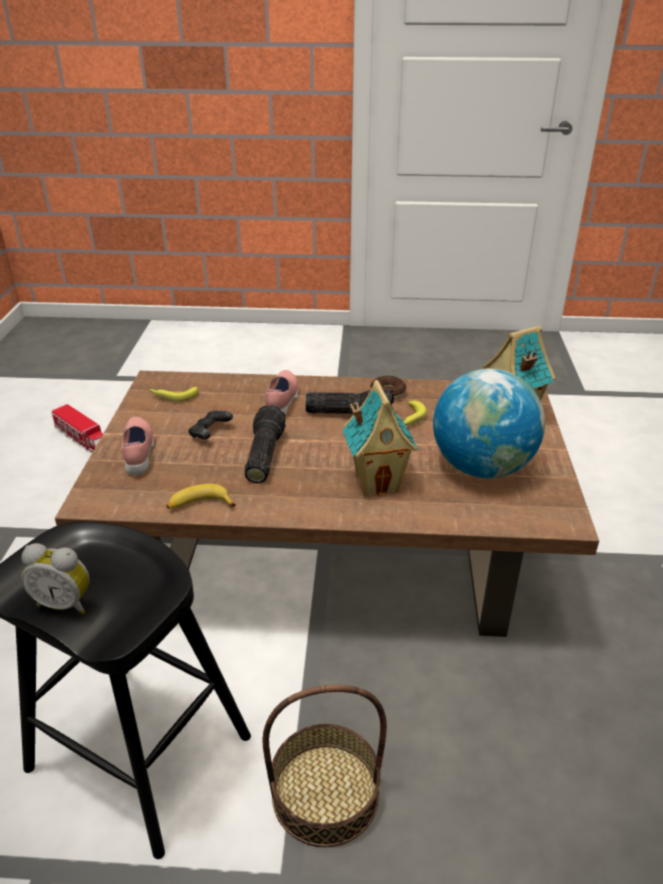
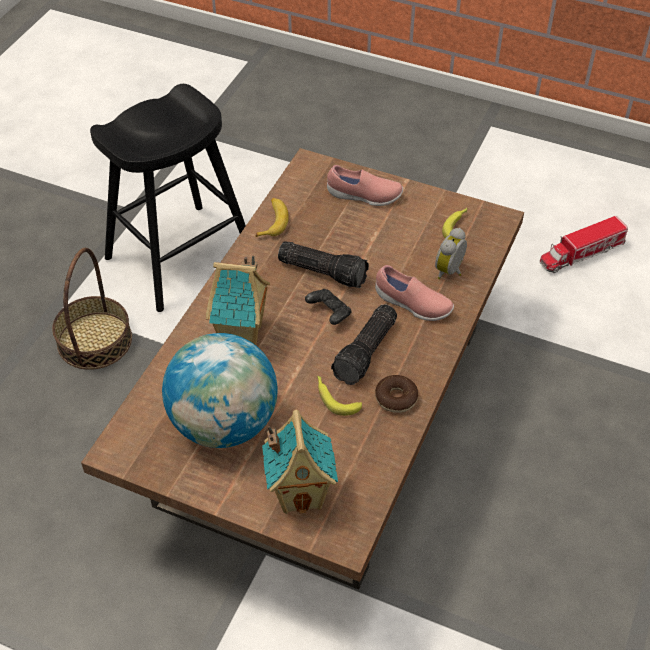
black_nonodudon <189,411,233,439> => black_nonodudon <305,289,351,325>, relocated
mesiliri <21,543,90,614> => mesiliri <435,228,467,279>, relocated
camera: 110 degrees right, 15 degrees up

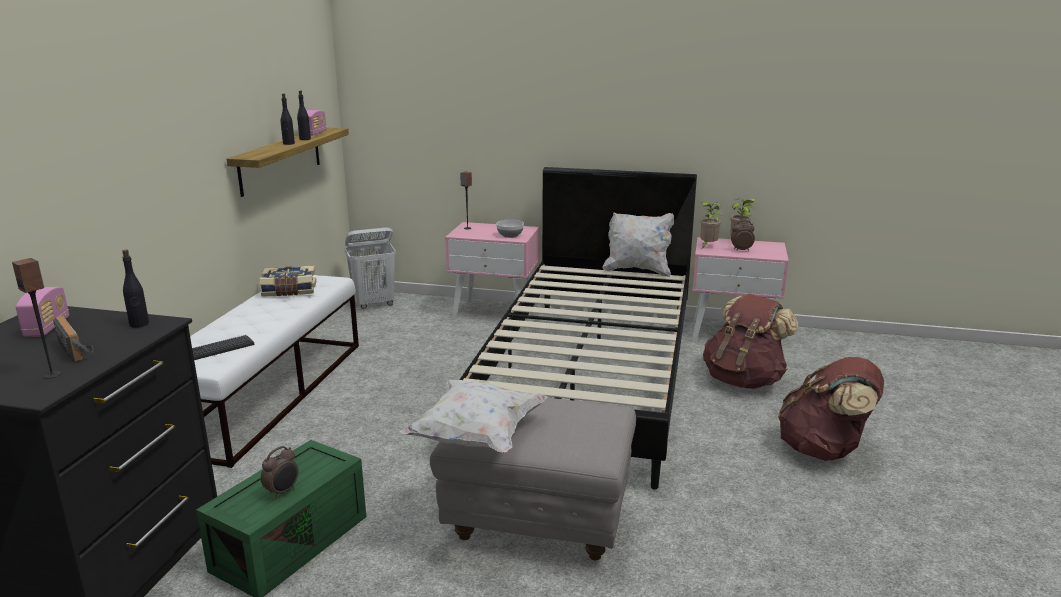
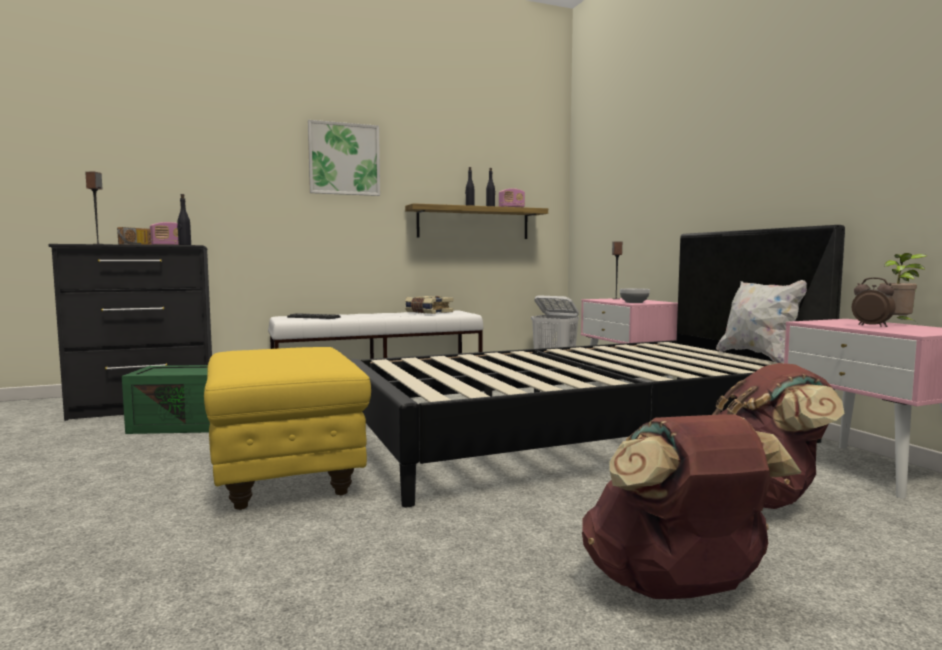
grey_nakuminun <430,398,636,560> => yellow_nakuminun <204,347,371,510>
nothing => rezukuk <308,120,380,196>
mesiliri <261,446,299,499> => nothing
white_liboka <400,380,548,453> => nothing
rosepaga <700,201,722,248> => nothing
camera: 55 degrees right, 15 degrees down

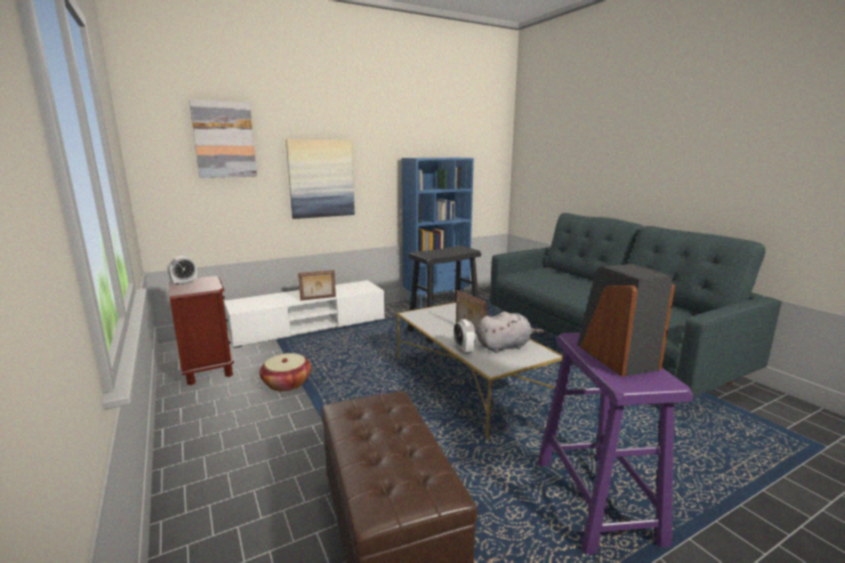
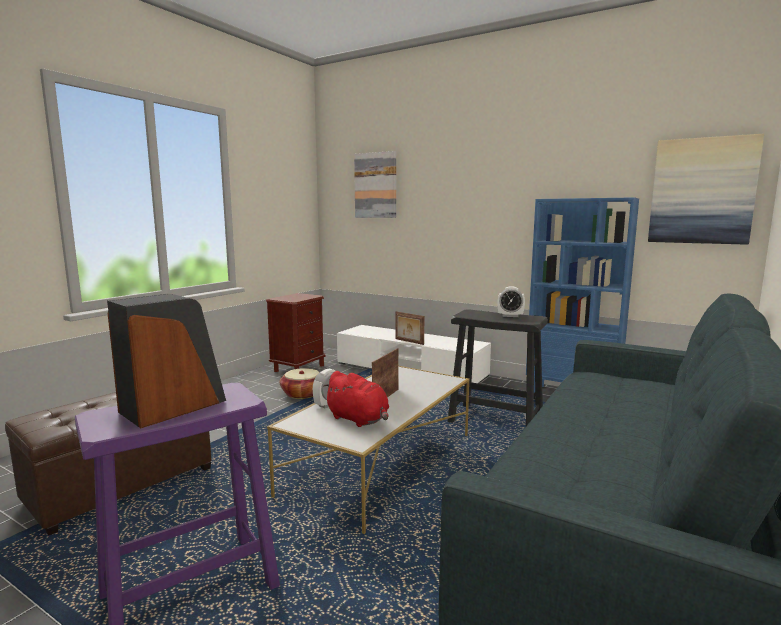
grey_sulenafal <477,312,544,353> => red_sulenafal <323,371,389,427>
mesiliri <168,256,197,285> => mesiliri <497,286,525,317>, relocated
rezukuk <286,139,355,219> => rezukuk <648,134,764,245>, relocated
camera: 60 degrees right, 5 degrees down

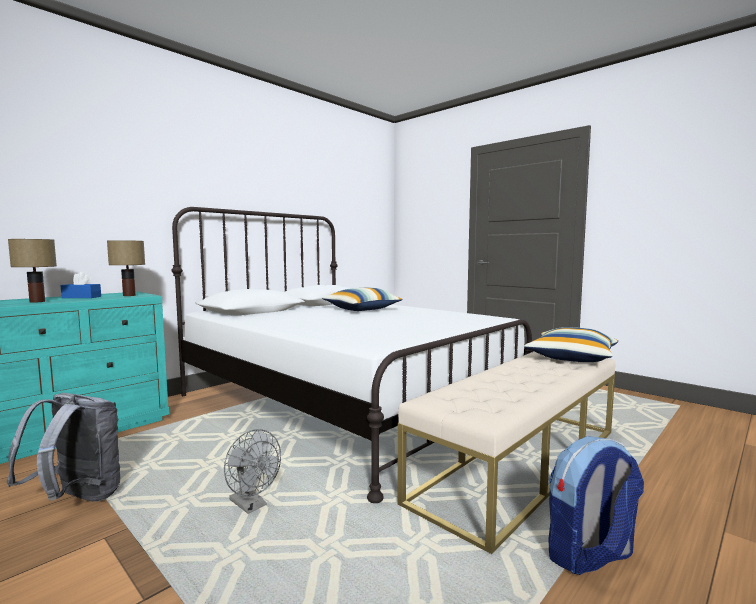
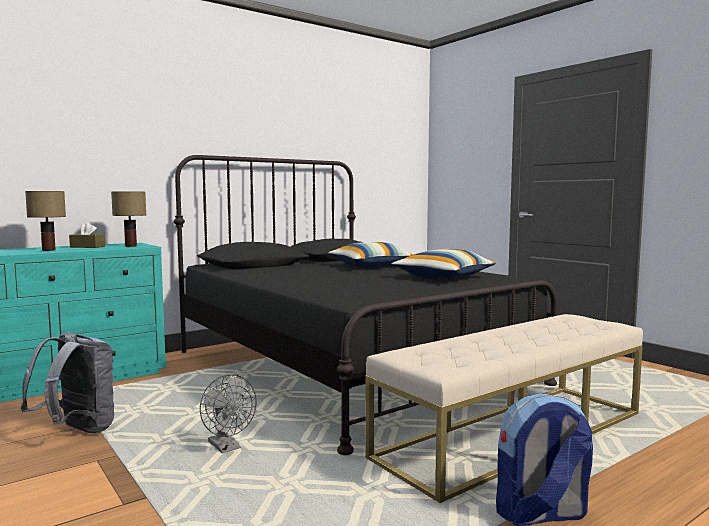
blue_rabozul <60,272,101,298> => brown_rabozul <69,222,105,248>
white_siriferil <171,207,533,503> => black_siriferil <174,155,557,455>
liboka <524,327,618,362> => liboka <391,249,496,280>, relocated
camera: 10 degrees right, 0 degrees up

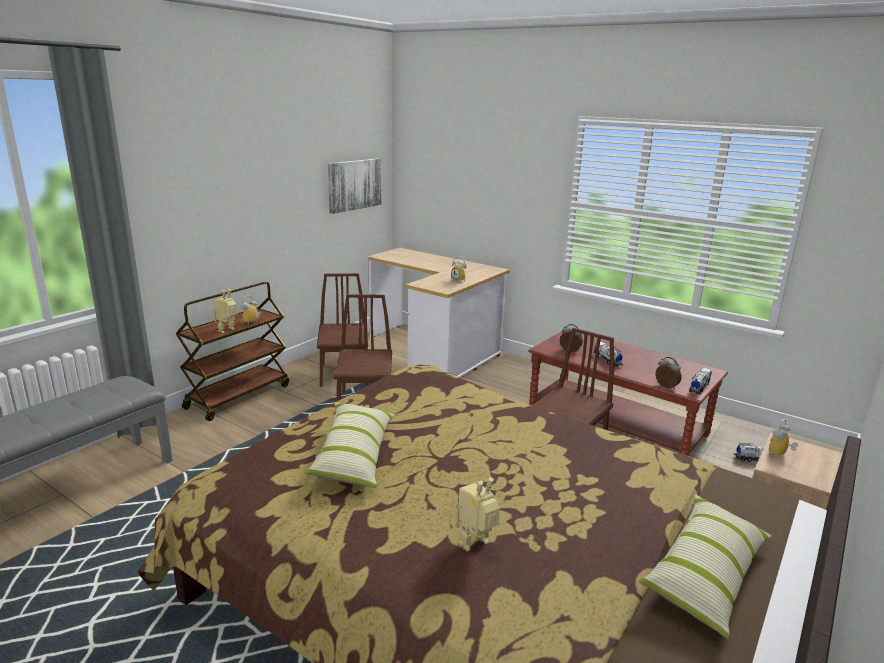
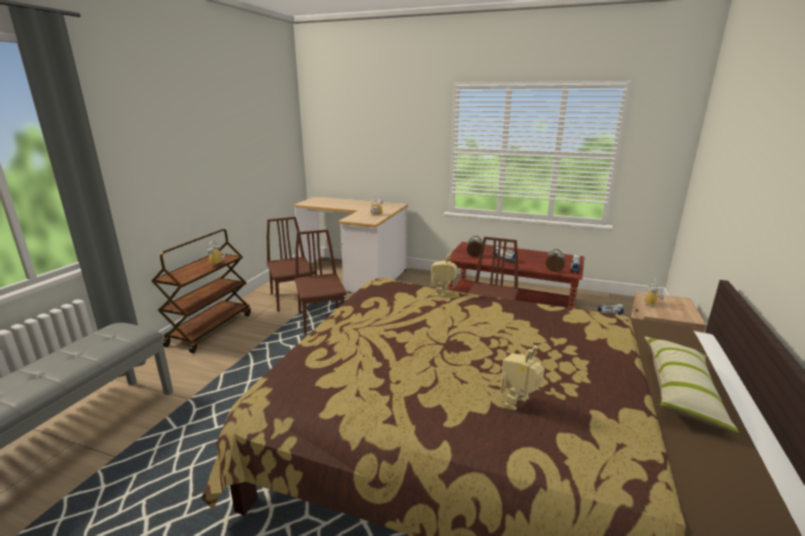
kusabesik <213,289,237,333> => kusabesik <431,252,457,297>, relocated
liboka <305,402,394,488> => nothing
rezukuk <328,158,382,214> => nothing
camera: 15 degrees left, 0 degrees up

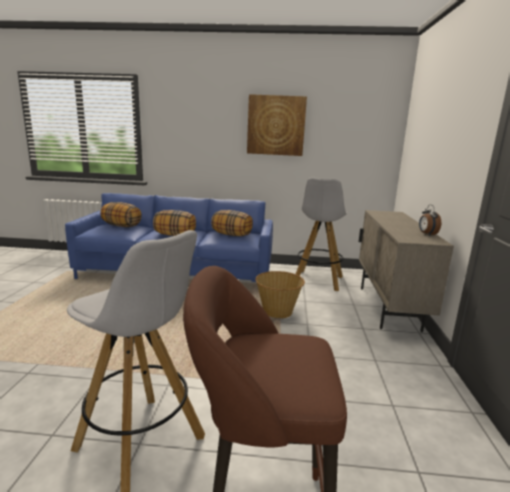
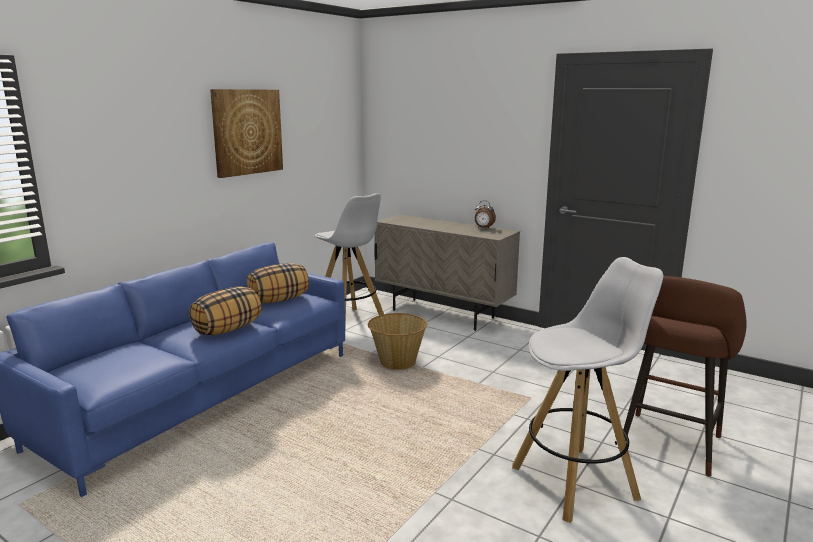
liboka <101,202,142,227> => nothing
camera: 60 degrees left, 0 degrees up

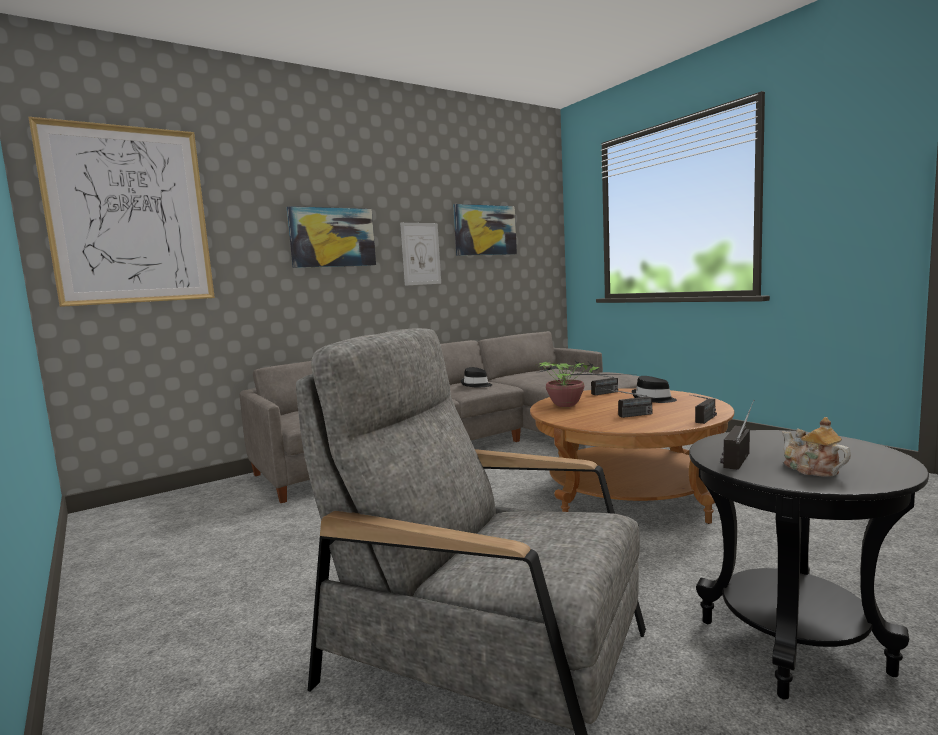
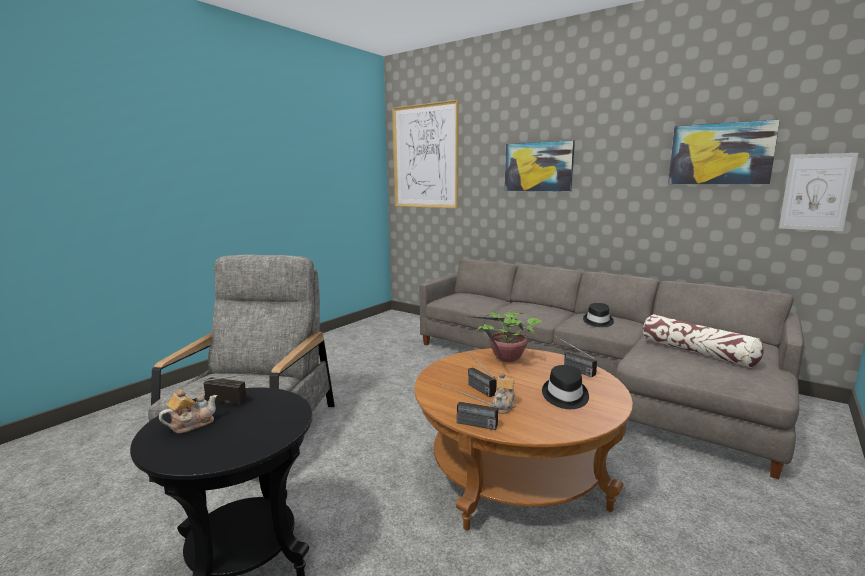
nothing => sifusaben <492,372,516,414>
nothing => liboka <643,314,764,368>
rezukuk <400,223,441,286> => rezukuk <779,153,858,231>, relocated
camera: 70 degrees right, 5 degrees up

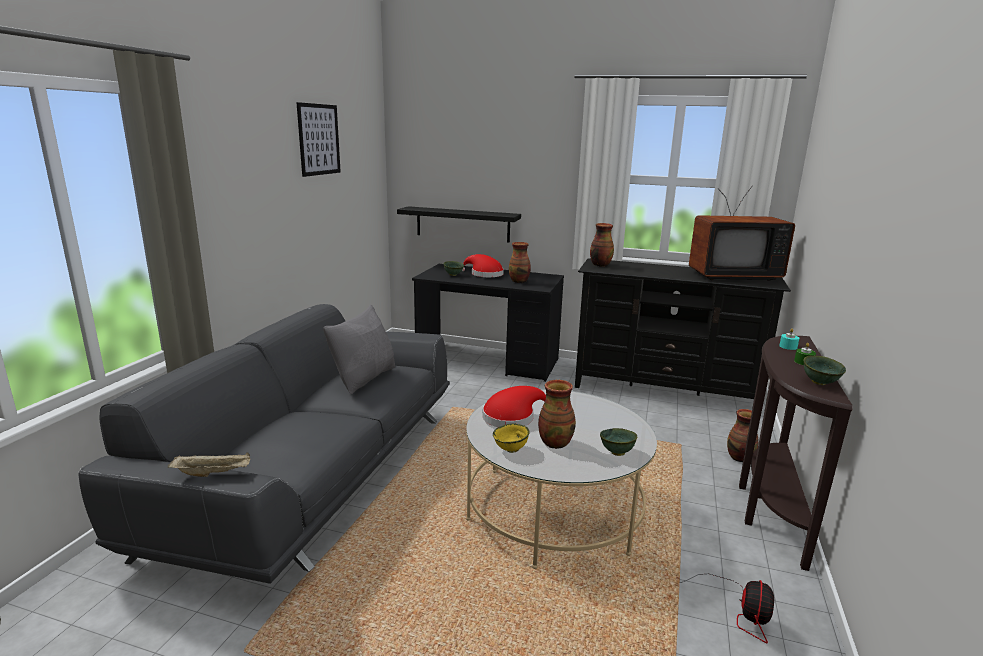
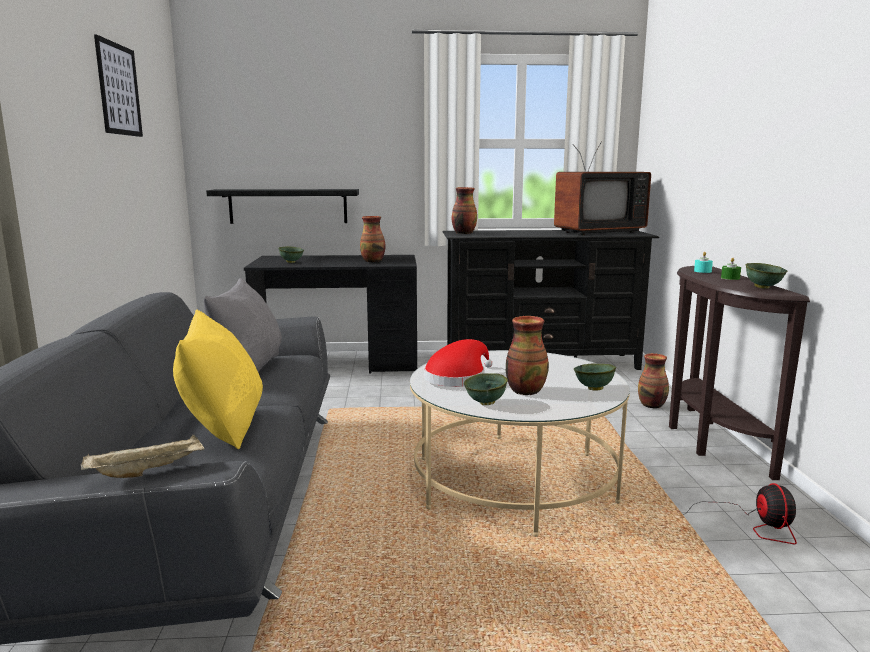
nothing => yellow_liboka <173,310,263,449>
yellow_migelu <493,423,529,453> => green_migelu <463,373,508,405>
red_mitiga <462,254,504,277> => nothing
camera: 20 degrees left, 5 degrees down

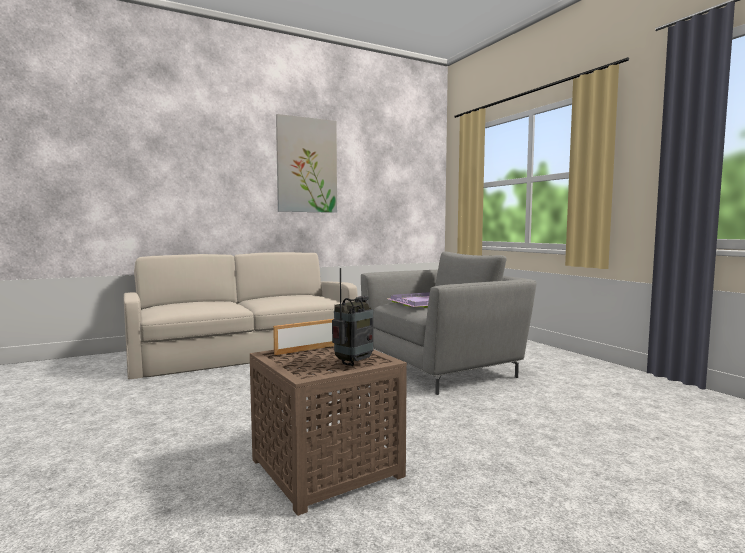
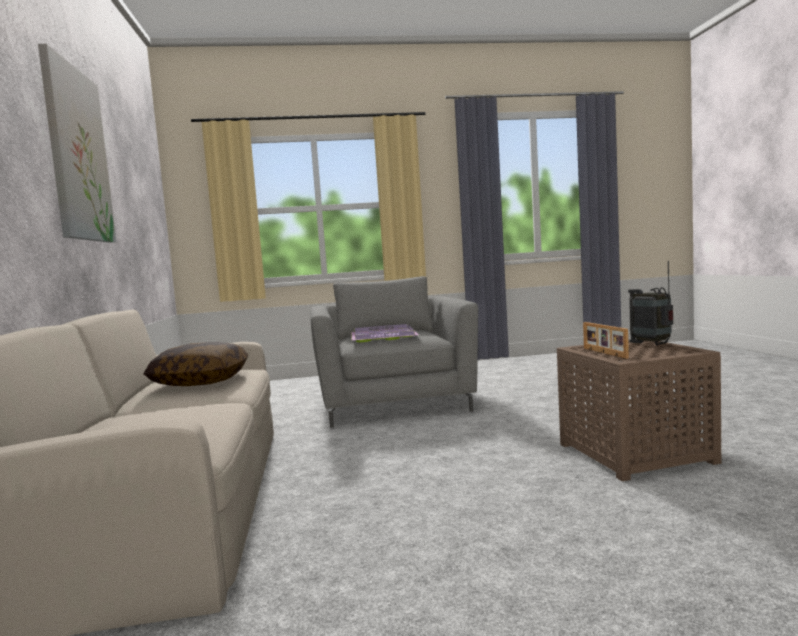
nothing => liboka <143,342,248,386>
camera: 70 degrees left, 0 degrees up

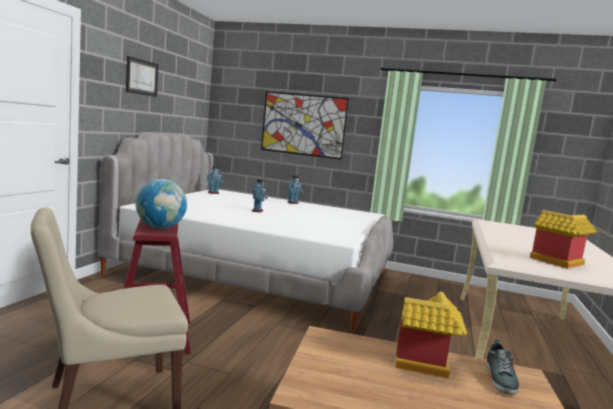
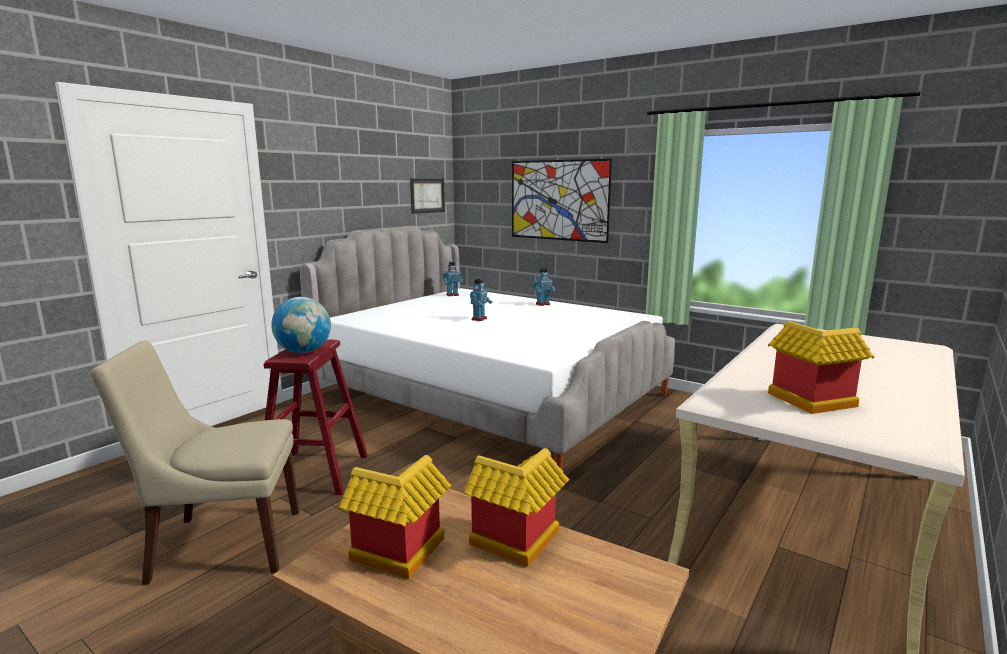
nothing => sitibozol <339,455,452,579>
rezukuk <126,56,159,97> => rezukuk <410,179,445,214>, relocated
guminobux <486,339,519,395> => nothing
camera: 20 degrees right, 5 degrees up

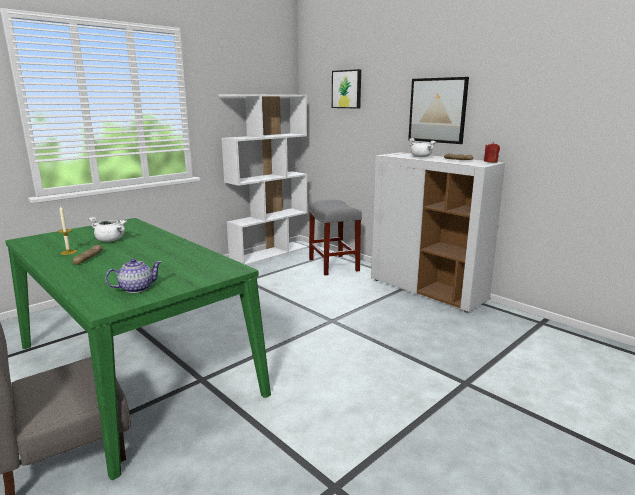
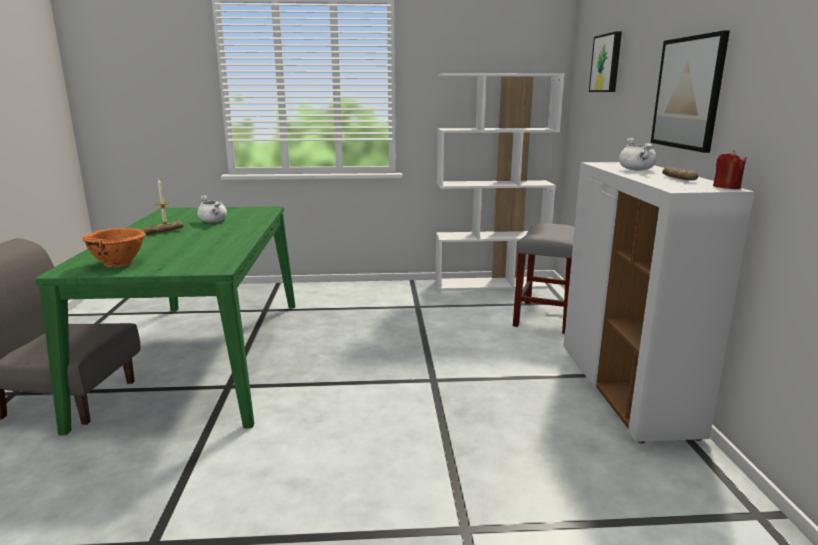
sifusaben <105,258,162,293> => orange_migelu <82,228,146,267>
camera: 40 degrees right, 0 degrees up

